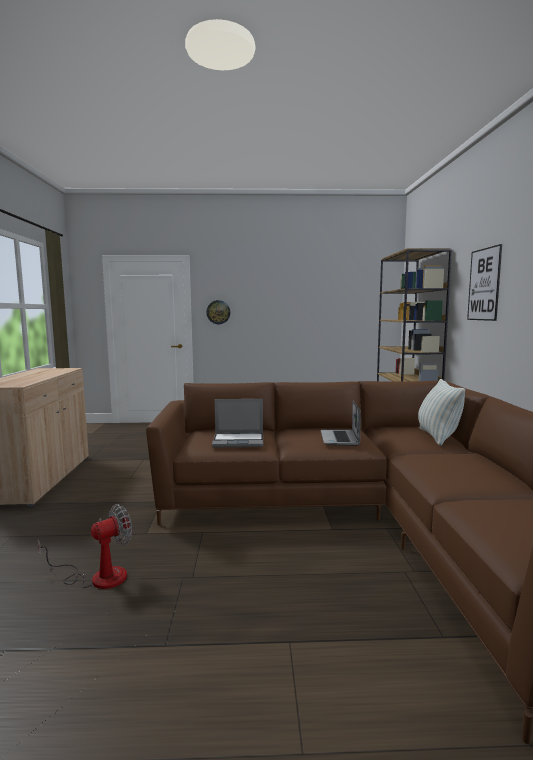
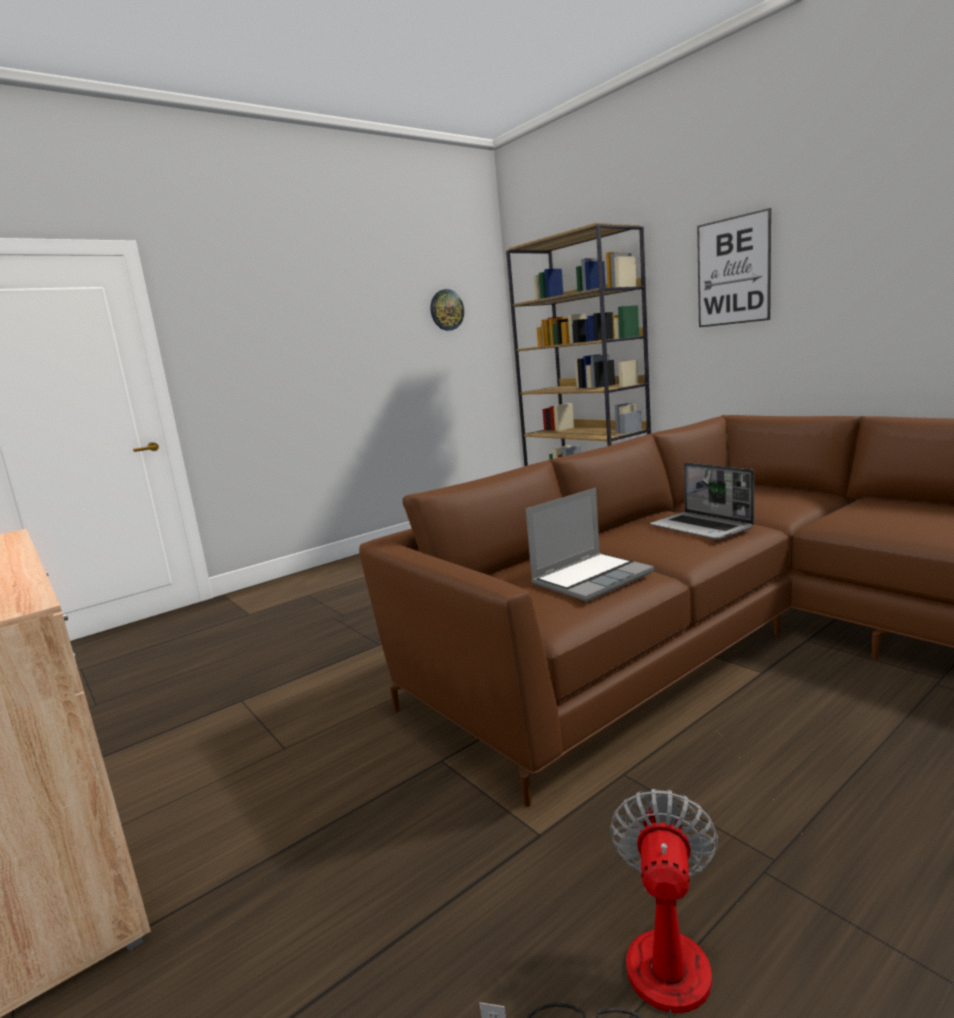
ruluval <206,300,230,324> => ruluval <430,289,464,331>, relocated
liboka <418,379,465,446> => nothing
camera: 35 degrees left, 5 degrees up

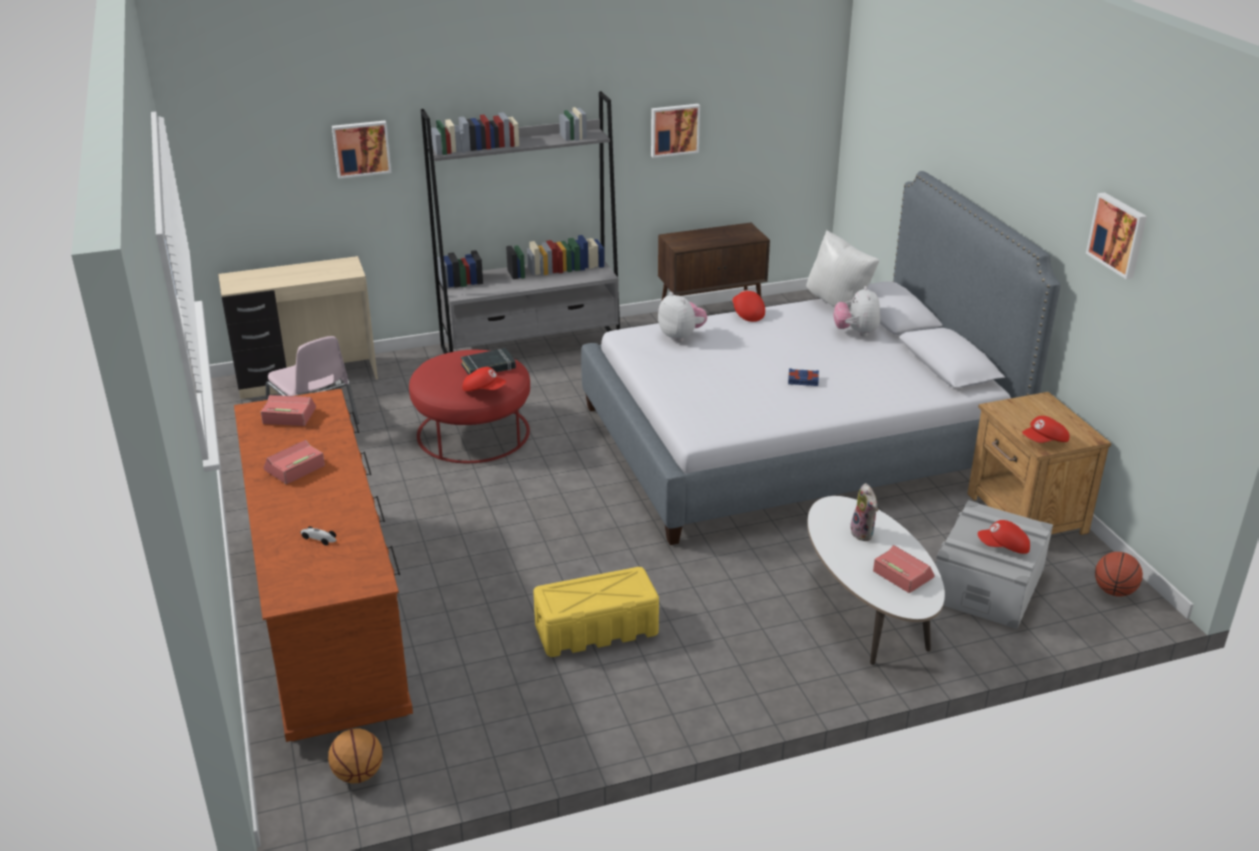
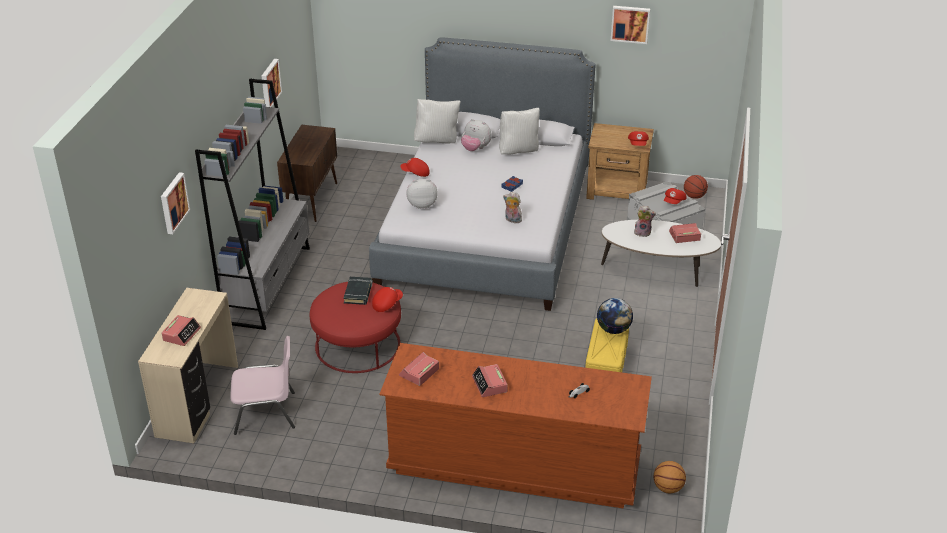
nothing => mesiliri <162,315,201,346>
nothing => white_liboka <499,108,540,154>
nothing => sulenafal <503,192,522,223>
nothing => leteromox <597,298,633,334>
camera: 60 degrees left, 5 degrees up

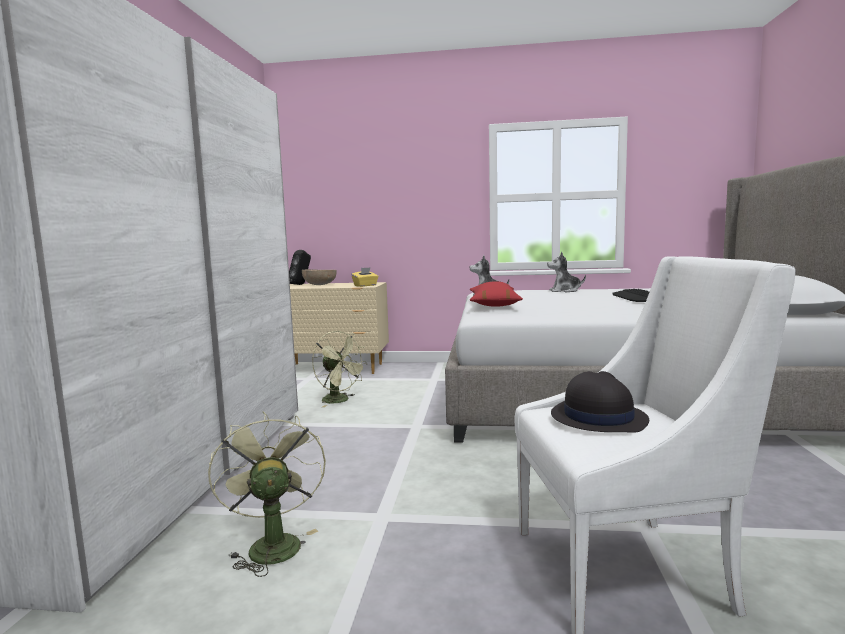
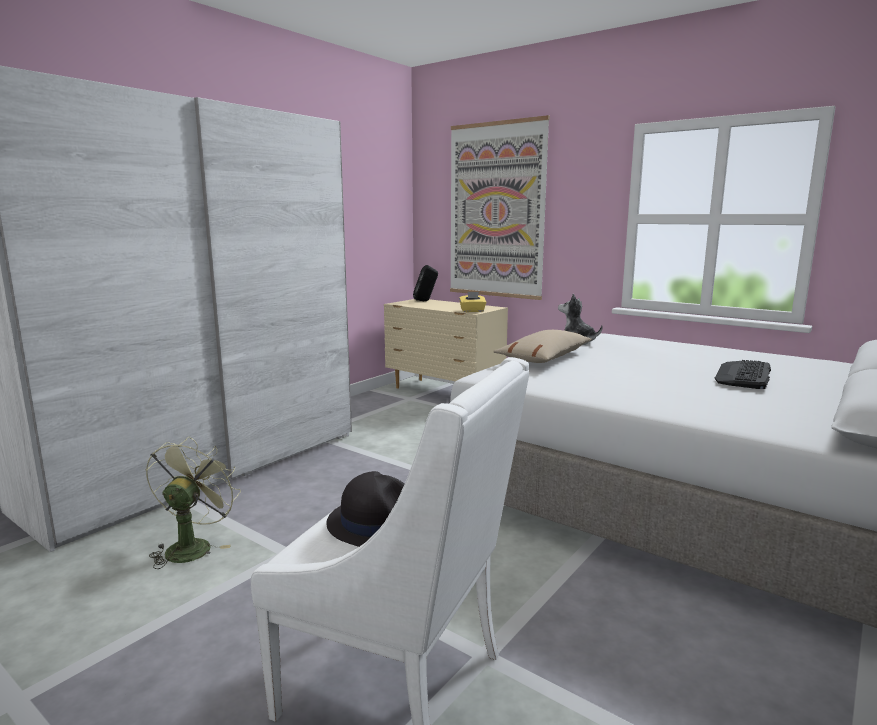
nothing => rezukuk <450,115,550,300>
red_liboka <470,281,523,307> => beige_liboka <493,330,592,363>
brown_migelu <302,269,337,285> => nothing
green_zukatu <312,331,368,407> => nothing
sulenafal <547,252,586,292> => nothing
camera: 30 degrees right, 5 degrees up

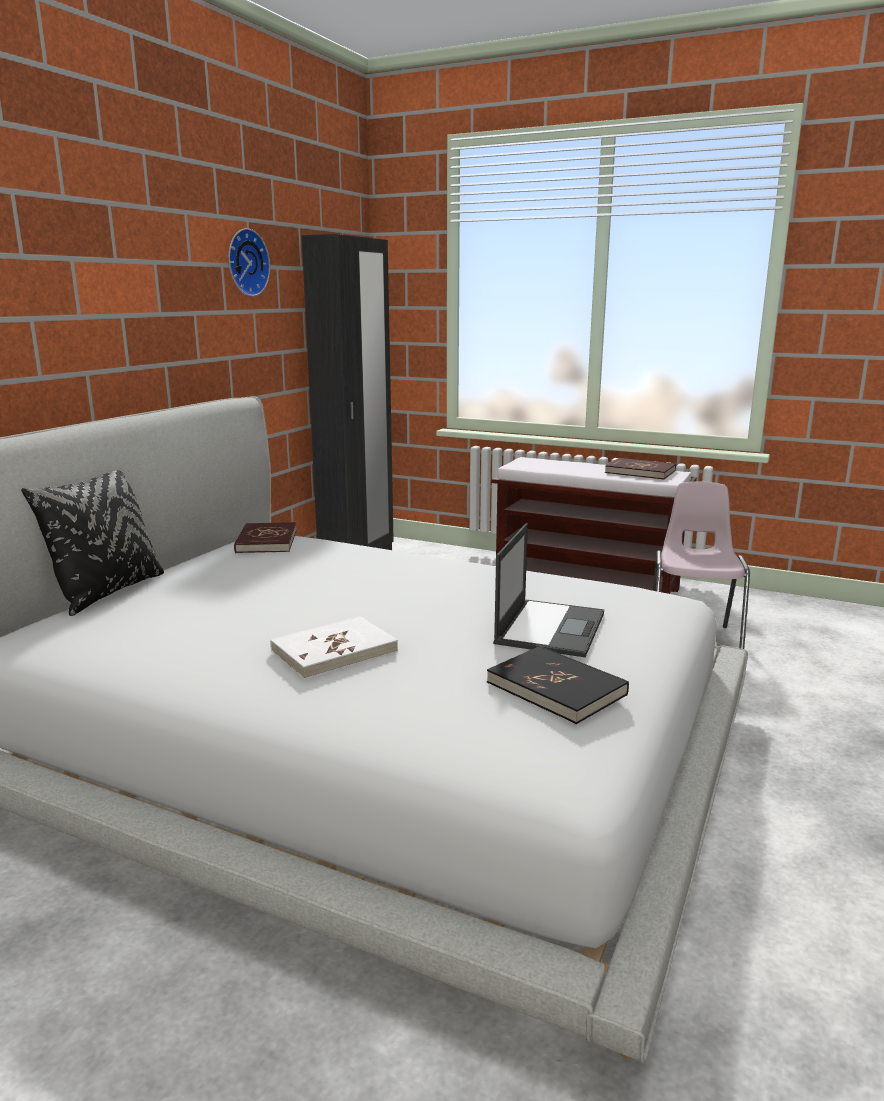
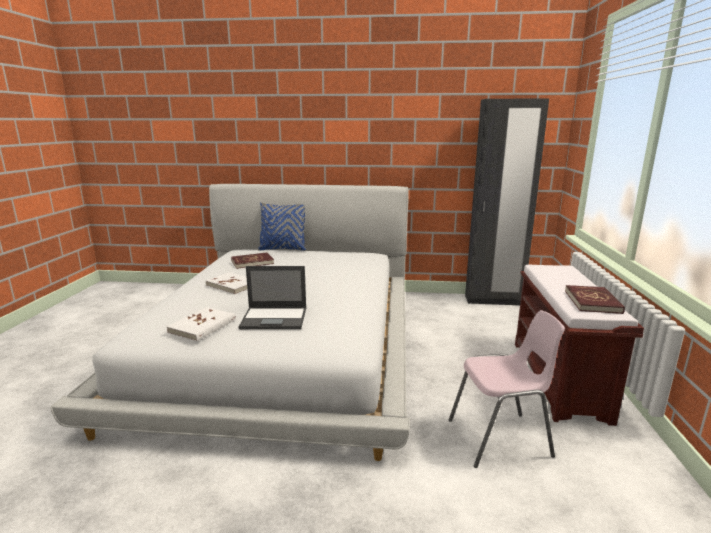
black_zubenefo <487,646,629,724> => white_zubenefo <167,307,236,341>
red_zubenefo <234,522,297,553> => red_zubenefo <231,253,274,269>, relocated
black_liboka <21,470,164,616> => blue_liboka <258,202,306,251>
ruluval <228,228,270,297> => nothing
camera: 70 degrees right, 0 degrees up

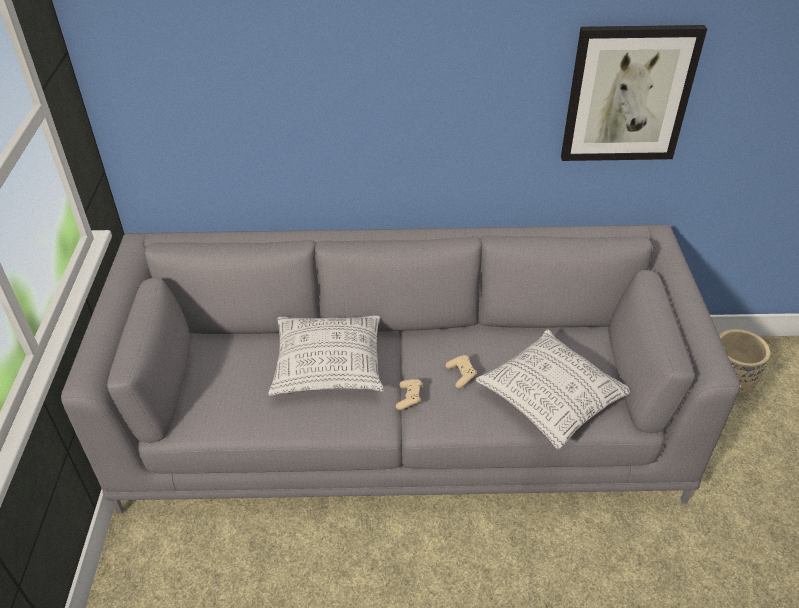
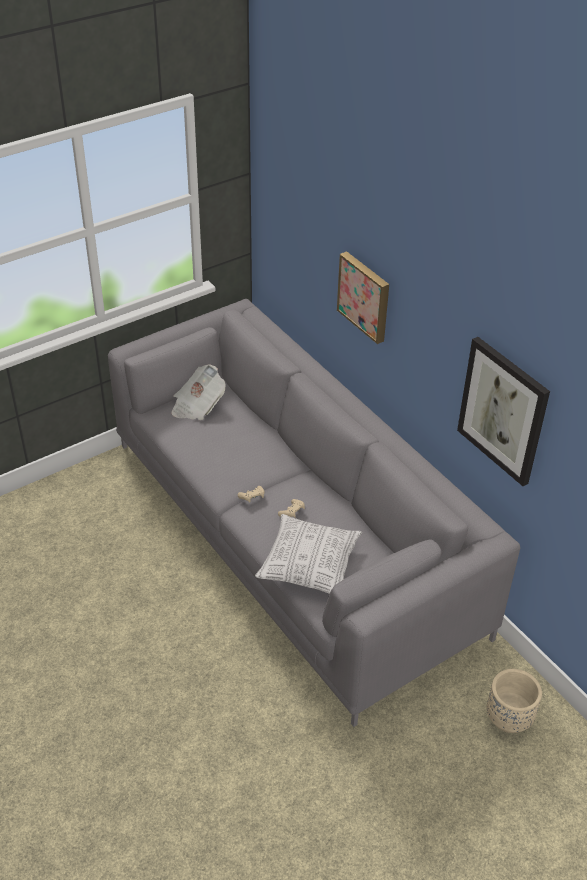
nothing => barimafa <171,365,225,420>
nothing => rezukuk <337,251,389,344>
liboka <268,316,384,396> => nothing
camera: 55 degrees right, 0 degrees up

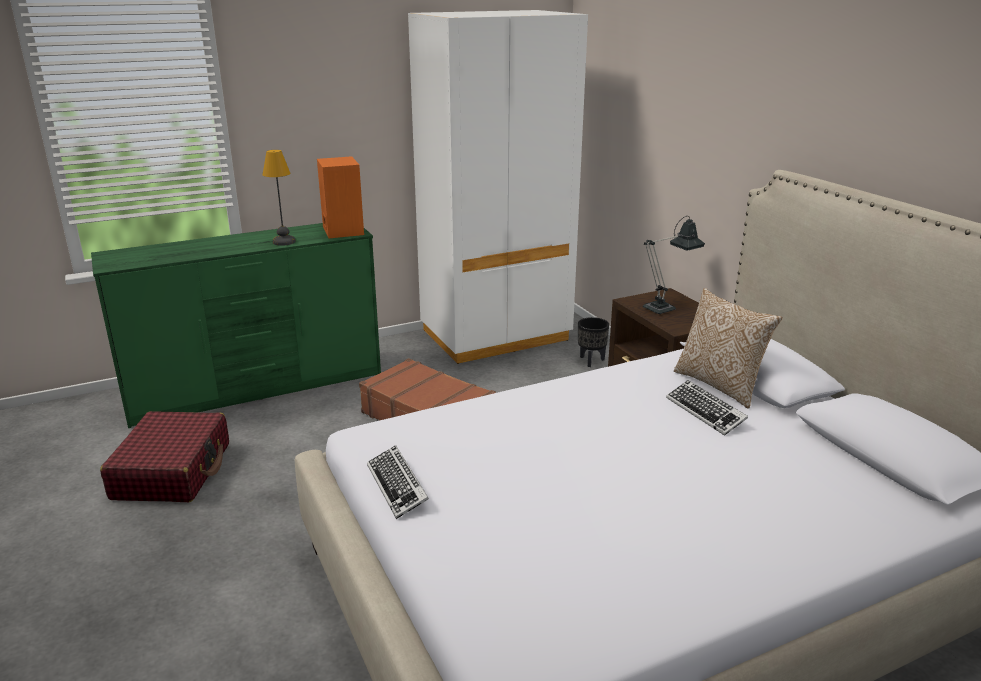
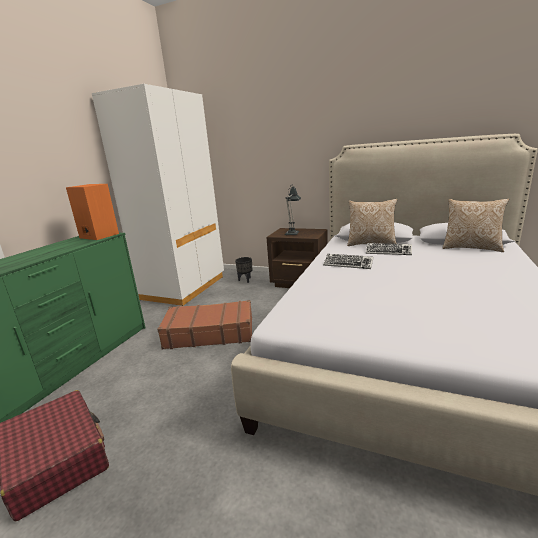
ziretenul <367,445,429,519> => ziretenul <323,254,374,269>, relocated
nothing => liboka <442,199,509,252>
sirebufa <262,150,296,246> => nothing
camera: 40 degrees left, 5 degrees down

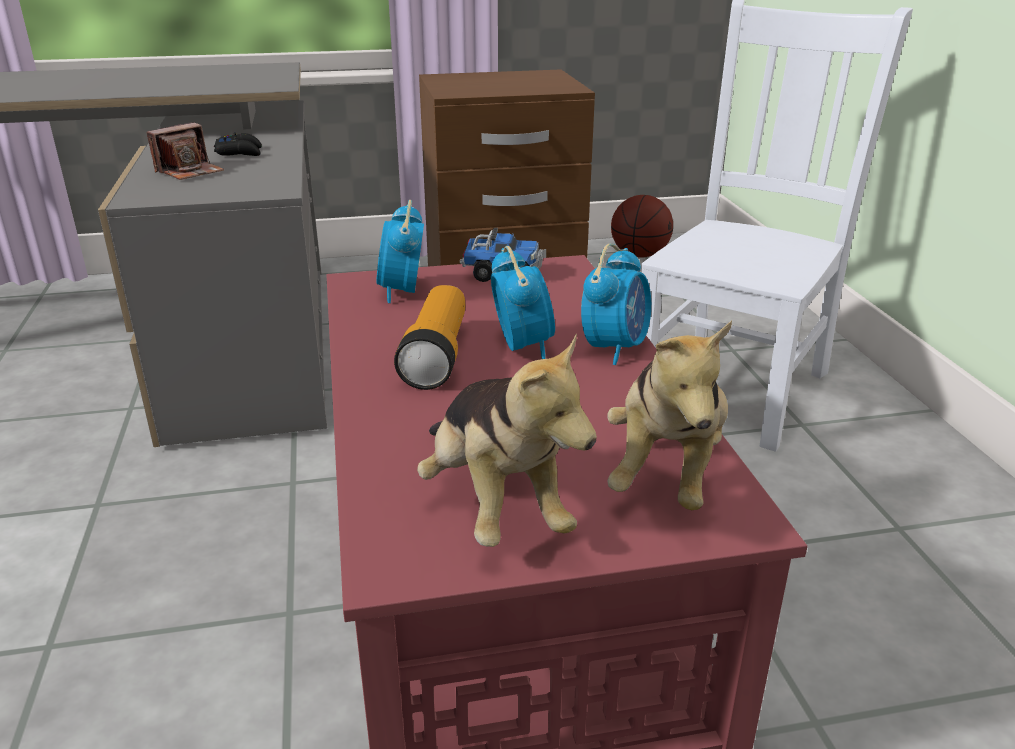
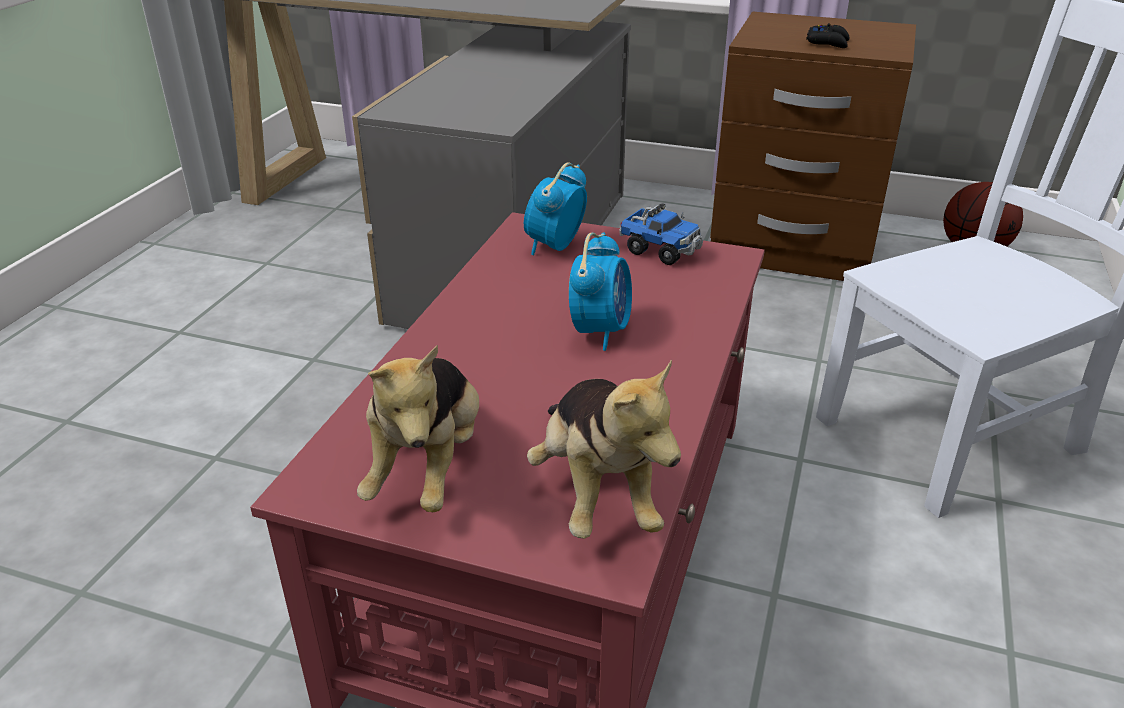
sulenafal <607,321,732,510> => sulenafal <527,359,681,539>, 60 degrees counterclockwise
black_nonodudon <214,132,262,156> => black_nonodudon <806,23,850,48>, relocated
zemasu <147,122,224,180> => nothing
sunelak <394,285,465,390> => nothing
mesiliri <581,243,651,365> => nothing
camera: 30 degrees right, 5 degrees up

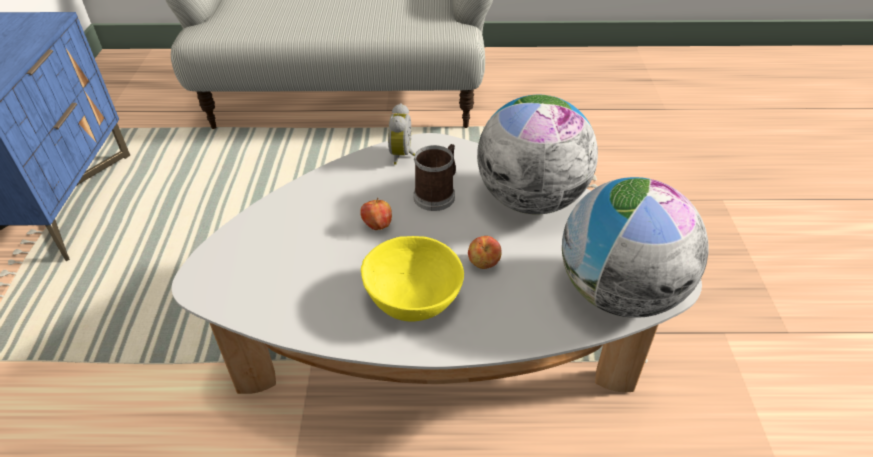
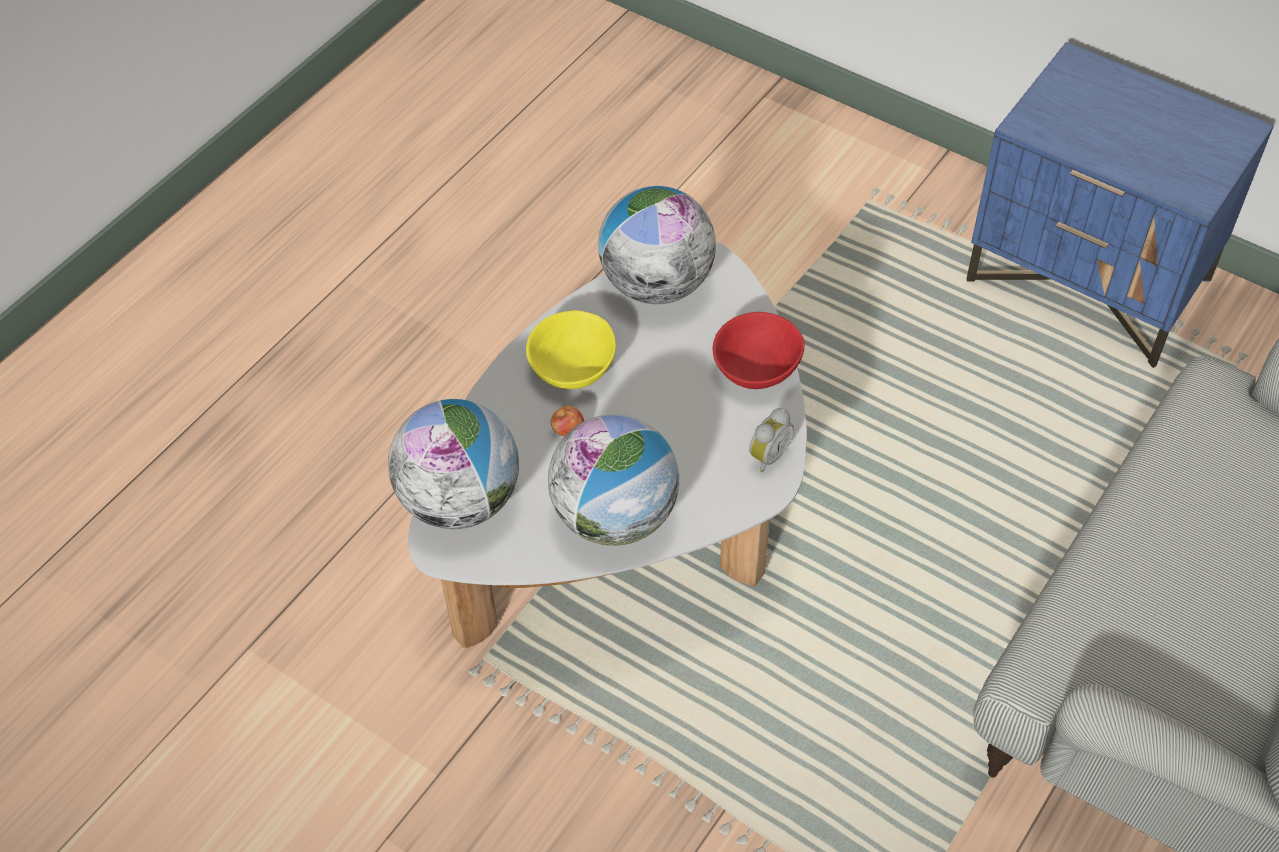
nothing => leteromox <598,186,716,304>
nothing => red_migelu <713,312,805,389>
mesiliri <388,103,415,165> => mesiliri <749,408,794,472>, 90 degrees clockwise
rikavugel <360,197,392,230> => nothing
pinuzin <413,144,456,211> => nothing
camera: 125 degrees right, 10 degrees up

